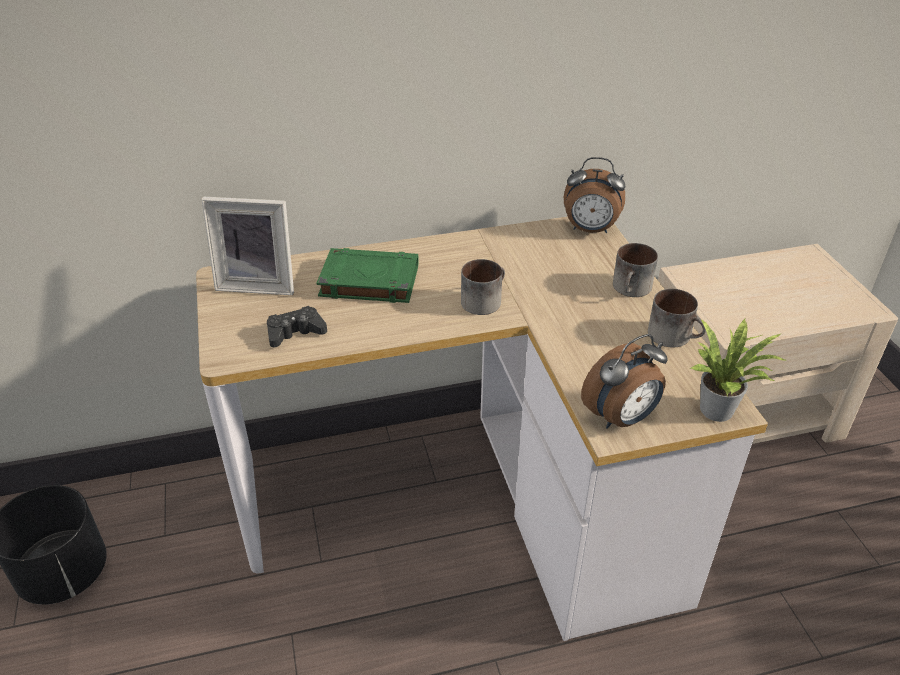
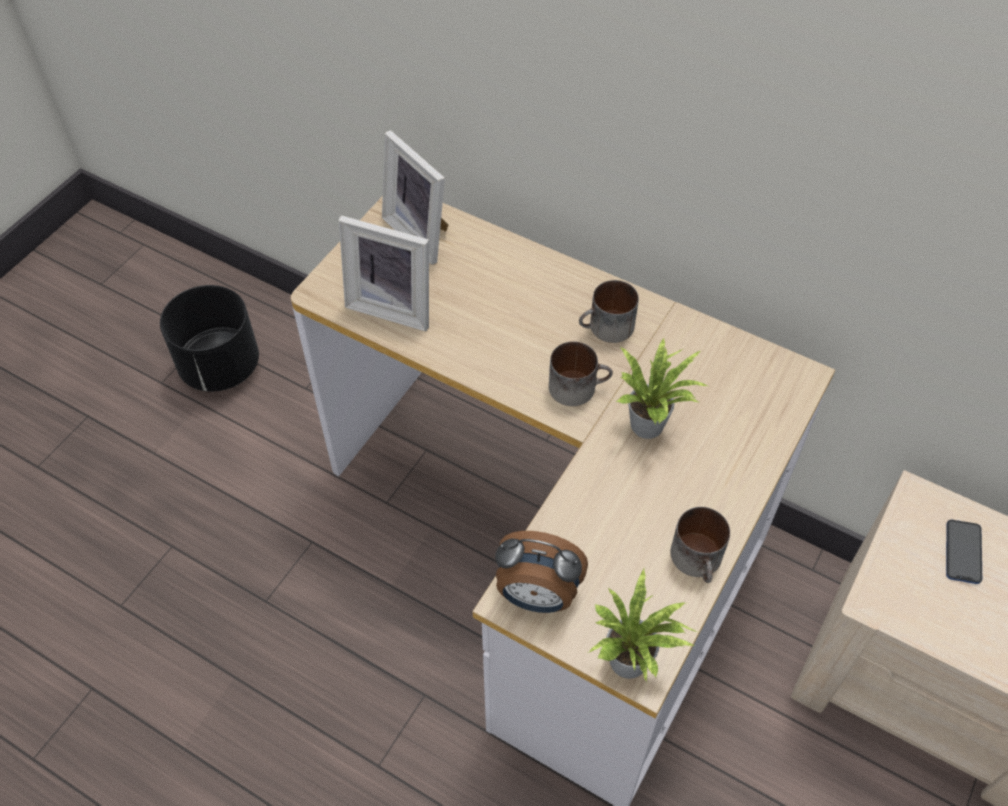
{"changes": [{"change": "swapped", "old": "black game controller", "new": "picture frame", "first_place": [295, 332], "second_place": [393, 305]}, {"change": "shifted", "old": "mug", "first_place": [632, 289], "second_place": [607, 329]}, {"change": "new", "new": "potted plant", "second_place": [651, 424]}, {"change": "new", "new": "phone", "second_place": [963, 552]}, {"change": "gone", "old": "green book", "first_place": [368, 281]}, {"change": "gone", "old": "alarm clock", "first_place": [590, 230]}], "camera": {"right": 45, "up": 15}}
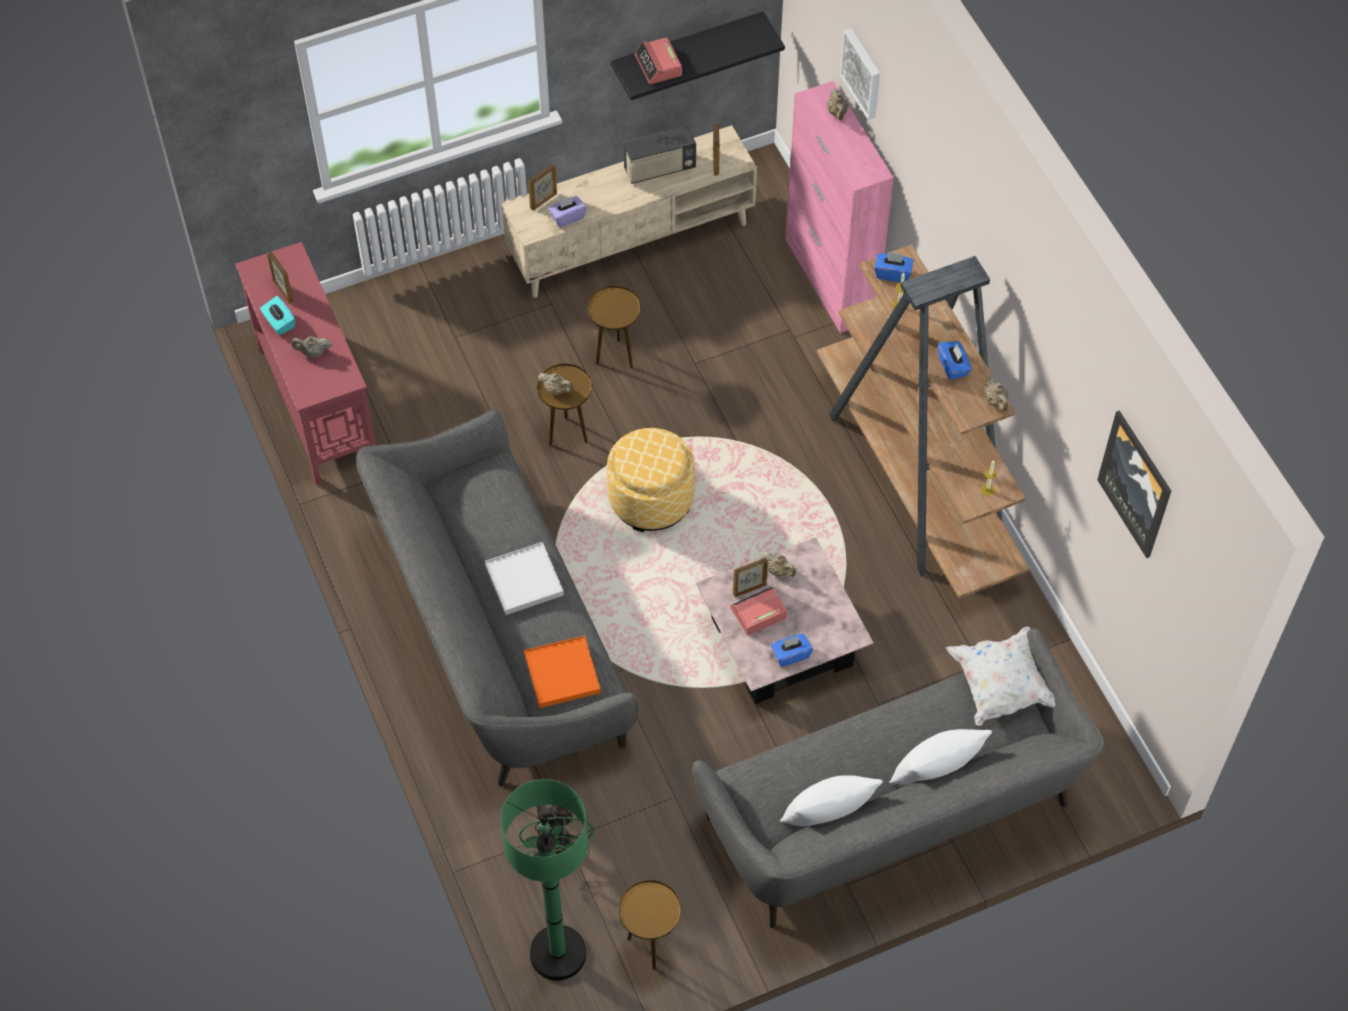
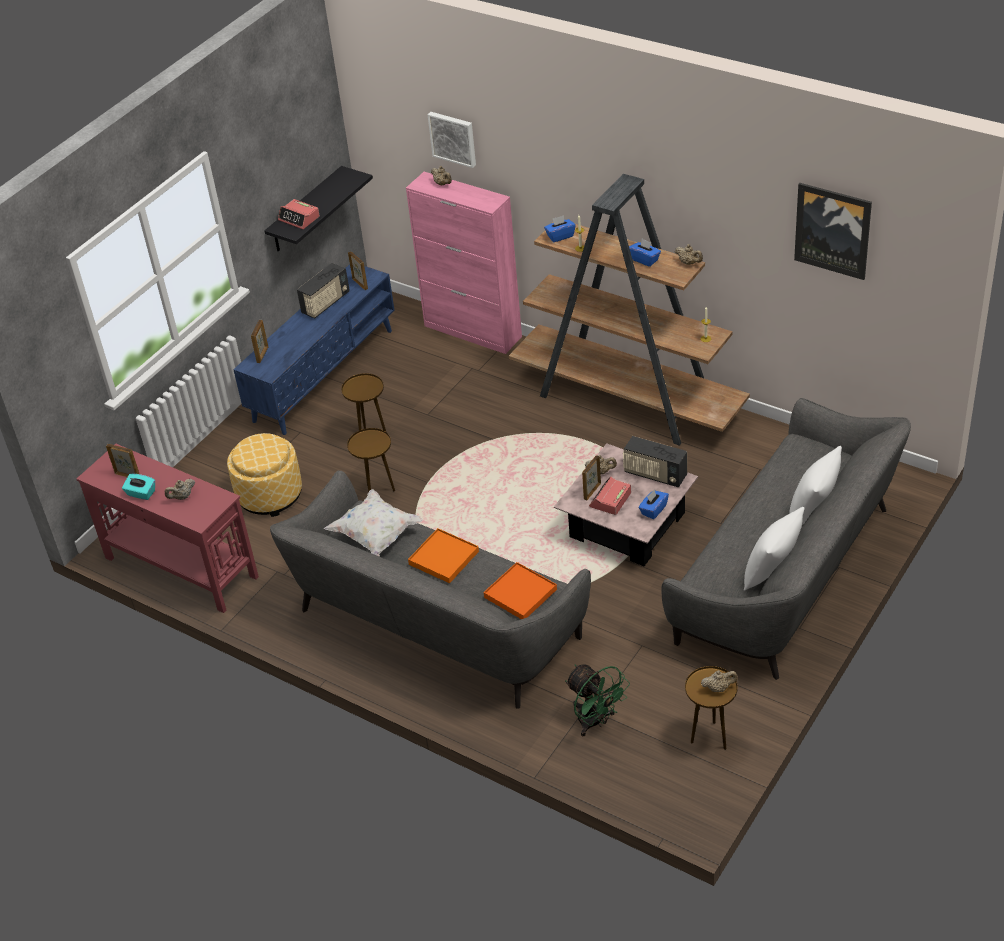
{"changes": [{"change": "shifted", "old": "ottoman", "first_place": [651, 499], "second_place": [270, 495]}, {"change": "repainted", "old": "beige tv stand", "new": "blue tv stand", "first_place": [631, 241], "second_place": [324, 374]}, {"change": "shifted", "old": "white pillow", "first_place": [1000, 685], "second_place": [376, 535]}, {"change": "repainted", "old": "white tray", "new": "orange tray", "first_place": [524, 580], "second_place": [444, 558]}, {"change": "new", "new": "radio", "second_place": [655, 475]}, {"change": "shifted", "old": "beige teapot", "first_place": [556, 390], "second_place": [718, 688]}, {"change": "gone", "old": "green floor lamp", "first_place": [558, 953]}, {"change": "gone", "old": "purple tissue box", "first_place": [567, 217]}], "camera": {"right": -30, "up": -15}}
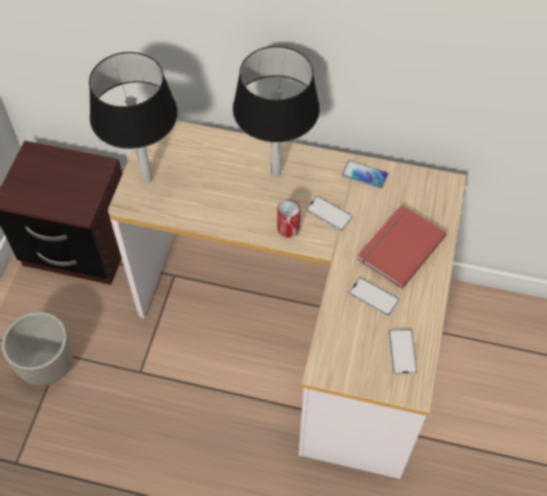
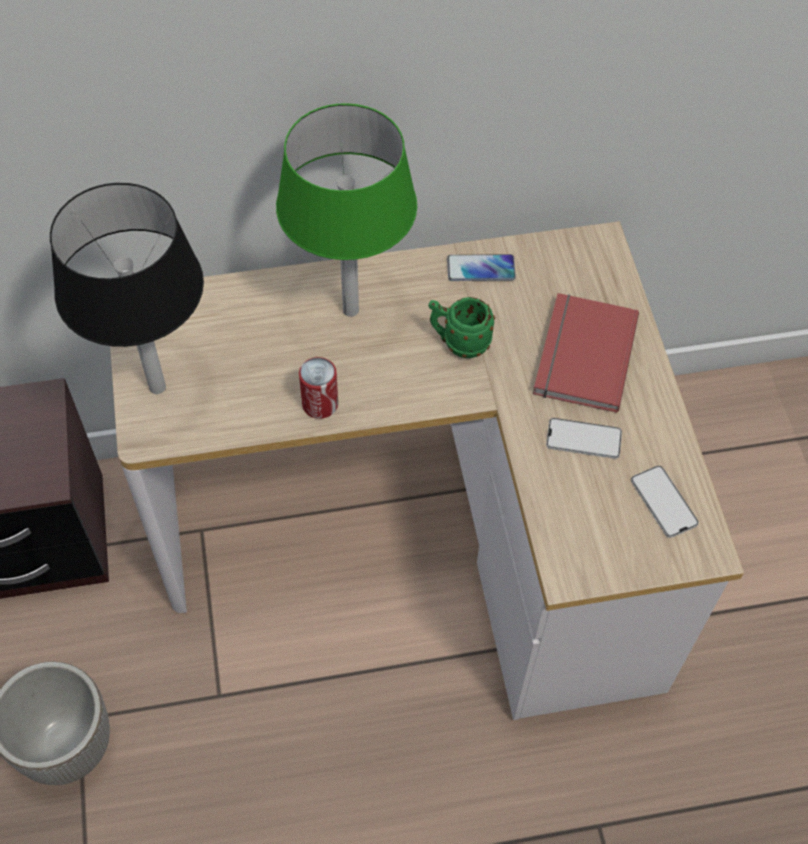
{"changes": [{"change": "repainted", "old": "black table lamp", "new": "green table lamp", "first_place": [276, 173], "second_place": [351, 310]}, {"change": "shifted", "old": "can", "first_place": [288, 228], "second_place": [320, 404]}, {"change": "swapped", "old": "phone", "new": "green mug", "first_place": [329, 213], "second_place": [459, 342]}], "camera": {"right": -25, "up": 0}}
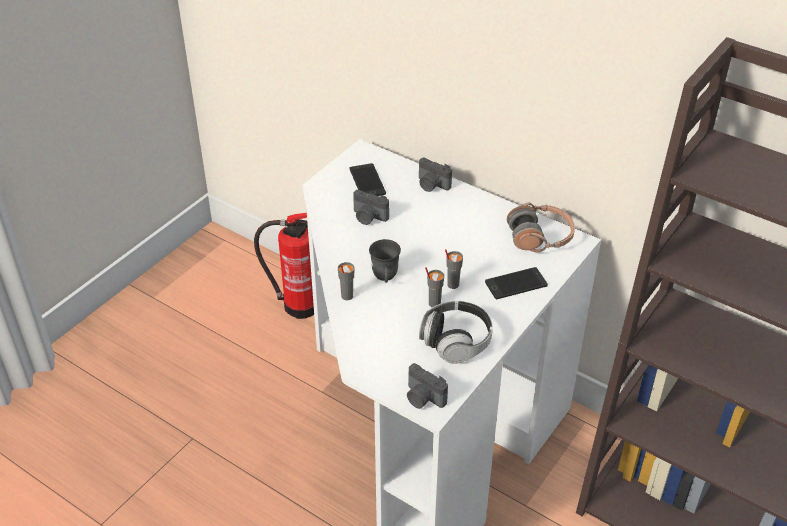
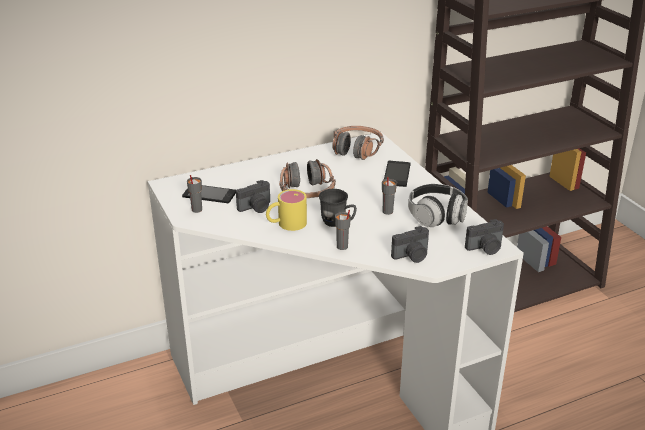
{"changes": [{"change": "shifted", "old": "grey cup", "first_place": [452, 284], "second_place": [196, 210]}, {"change": "new", "new": "yellow mug", "second_place": [286, 224]}, {"change": "new", "new": "headphones", "second_place": [306, 192]}, {"change": "shifted", "old": "photo camera", "first_place": [431, 185], "second_place": [412, 256]}, {"change": "gone", "old": "fire extinguisher", "first_place": [297, 305]}], "camera": {"right": -60, "up": -10}}
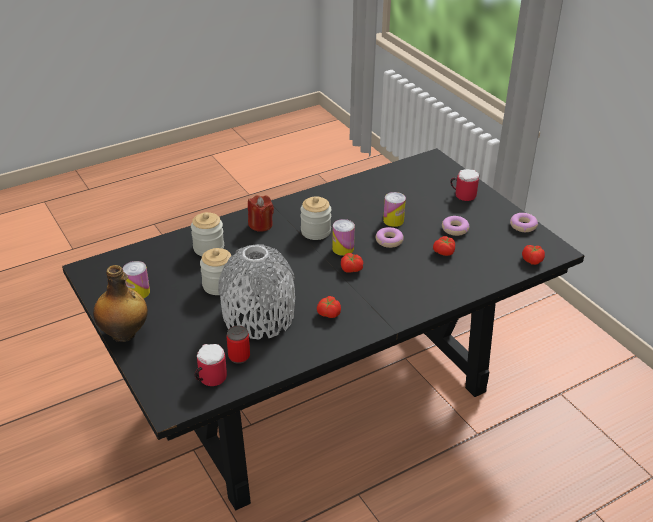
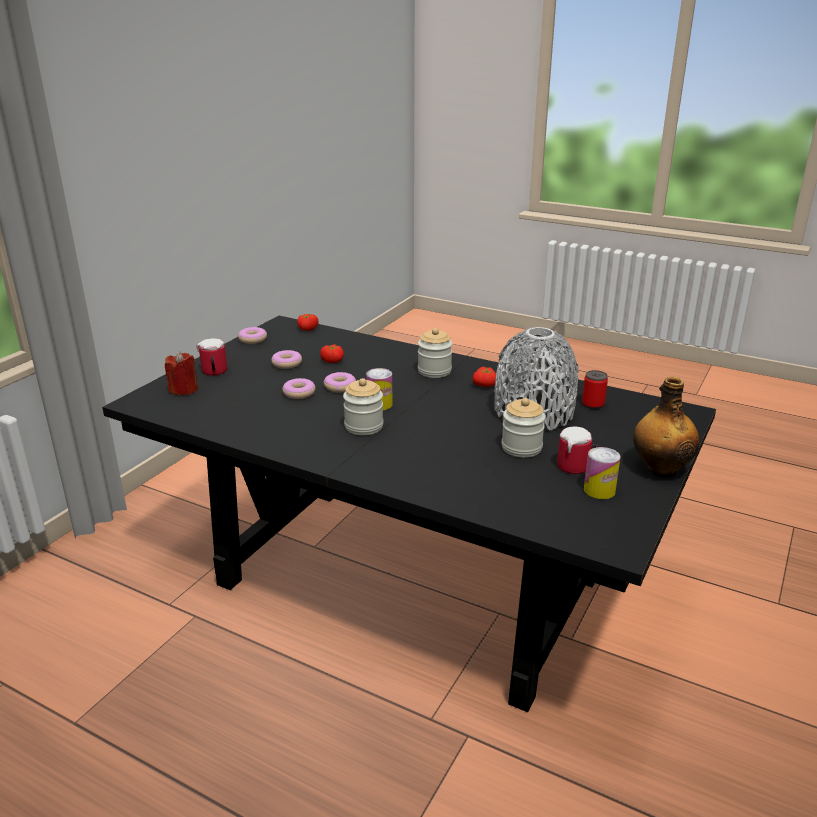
{"changes": [{"change": "shifted", "old": "red candle", "first_place": [260, 225], "second_place": [184, 389]}, {"change": "swapped", "old": "can", "new": "donut", "first_place": [393, 220], "second_place": [299, 393]}, {"change": "shifted", "old": "jar", "first_place": [208, 248], "second_place": [434, 371]}, {"change": "shifted", "old": "mug", "first_place": [209, 378], "second_place": [577, 468]}, {"change": "gone", "old": "tomato", "first_place": [351, 269]}], "camera": {"right": -120, "up": -10}}
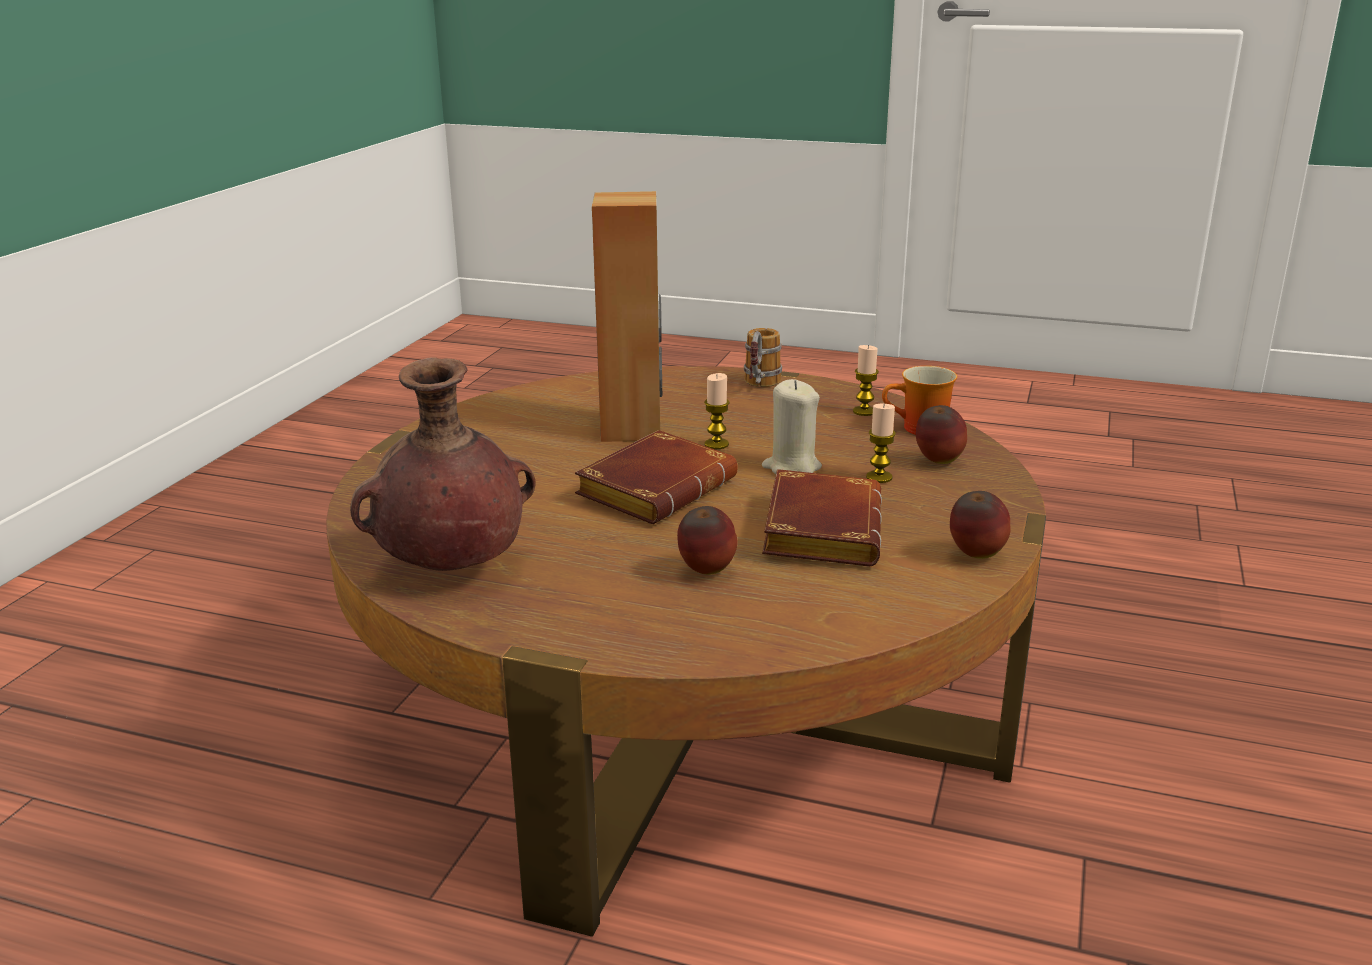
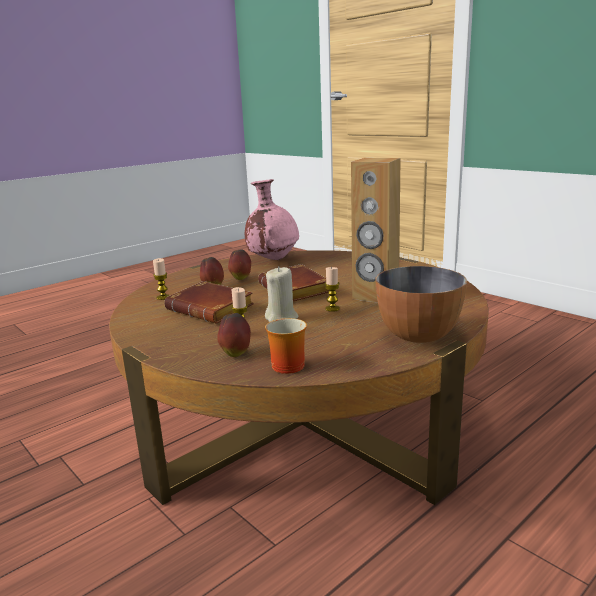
{"changes": [{"change": "shifted", "old": "candle", "first_place": [864, 411], "second_place": [163, 297]}, {"change": "shifted", "old": "apple", "first_place": [975, 556], "second_place": [241, 278]}, {"change": "repainted", "old": "brown vase", "new": "pink vase", "first_place": [450, 569], "second_place": [273, 260]}, {"change": "swapped", "old": "mug", "new": "bowl", "first_place": [759, 386], "second_place": [418, 336]}], "camera": {"right": 120, "up": -5}}
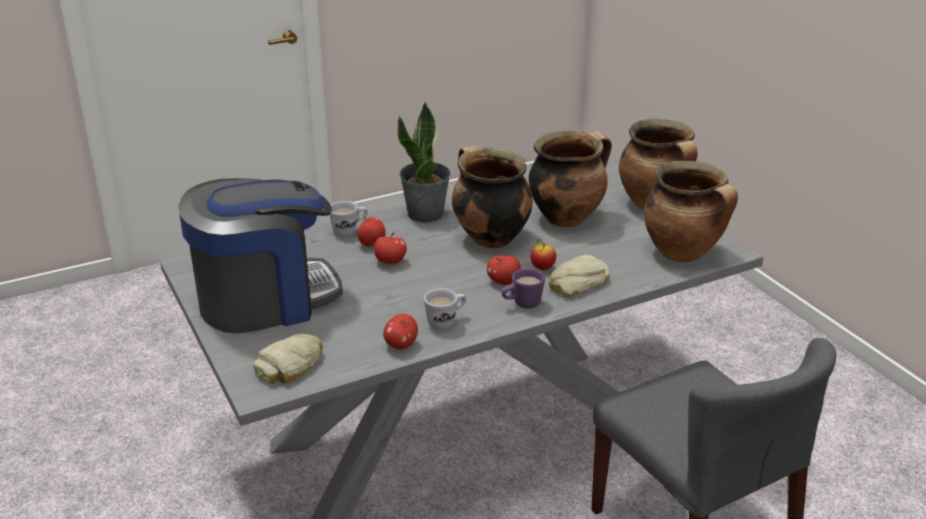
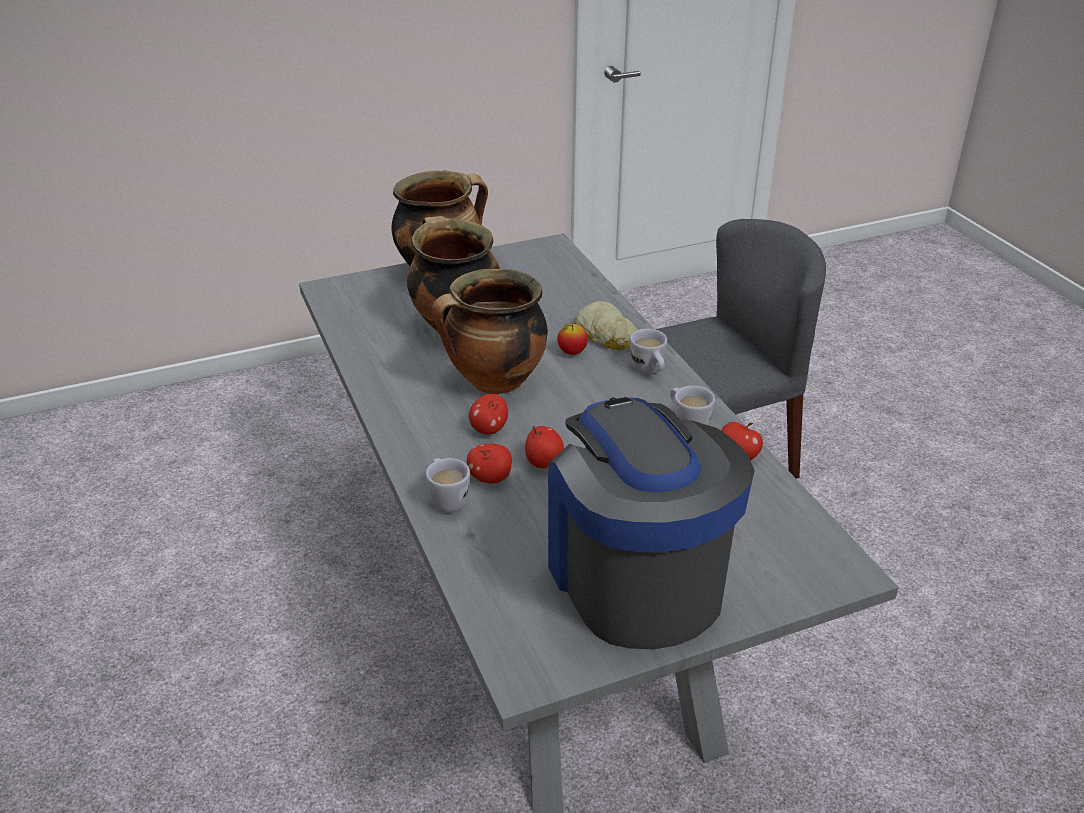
{"changes": [{"change": "shifted", "old": "apple", "first_place": [503, 282], "second_place": [488, 429]}, {"change": "repainted", "old": "purple mug", "new": "white mug", "first_place": [521, 304], "second_place": [649, 371]}, {"change": "gone", "old": "bread", "first_place": [291, 365]}, {"change": "gone", "old": "potted plant", "first_place": [426, 213]}, {"change": "gone", "old": "cooking pot", "first_place": [683, 253]}], "camera": {"right": -85, "up": 5}}
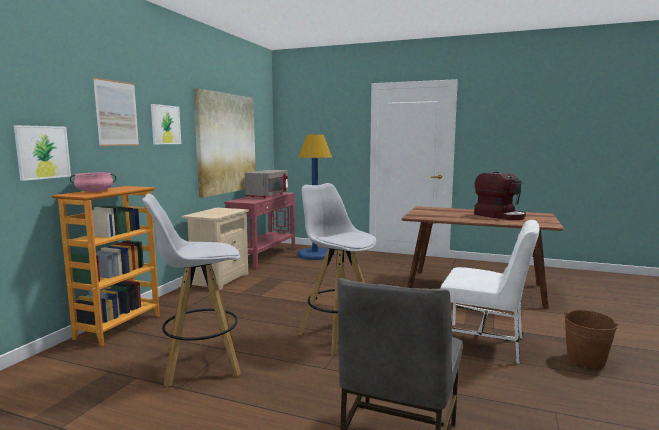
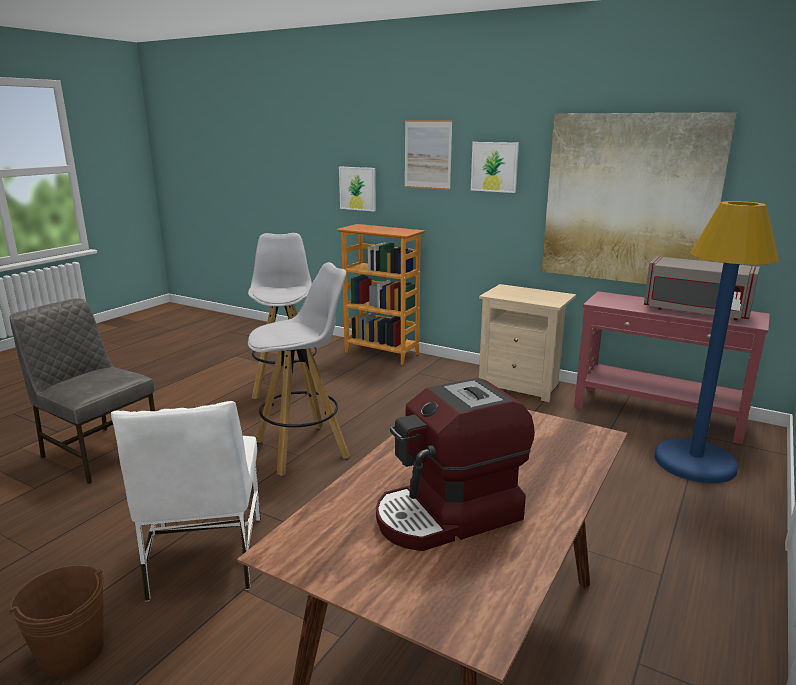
{"changes": [{"change": "rotated", "old": "white chair", "first_place": [484, 343], "second_place": [204, 558], "degrees": -45}, {"change": "gone", "old": "pink cooking pot", "first_place": [94, 191]}], "camera": {"right": 100, "up": 10}}
